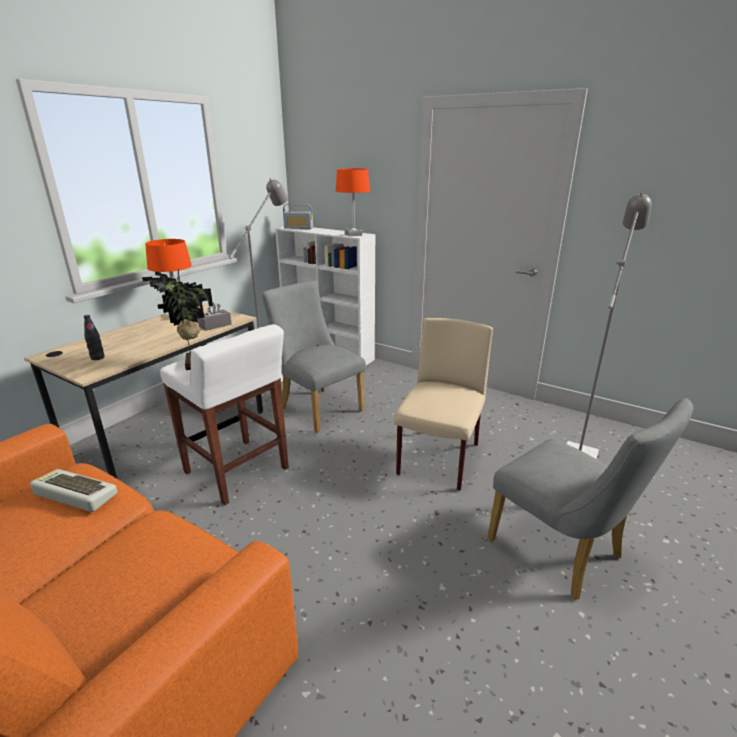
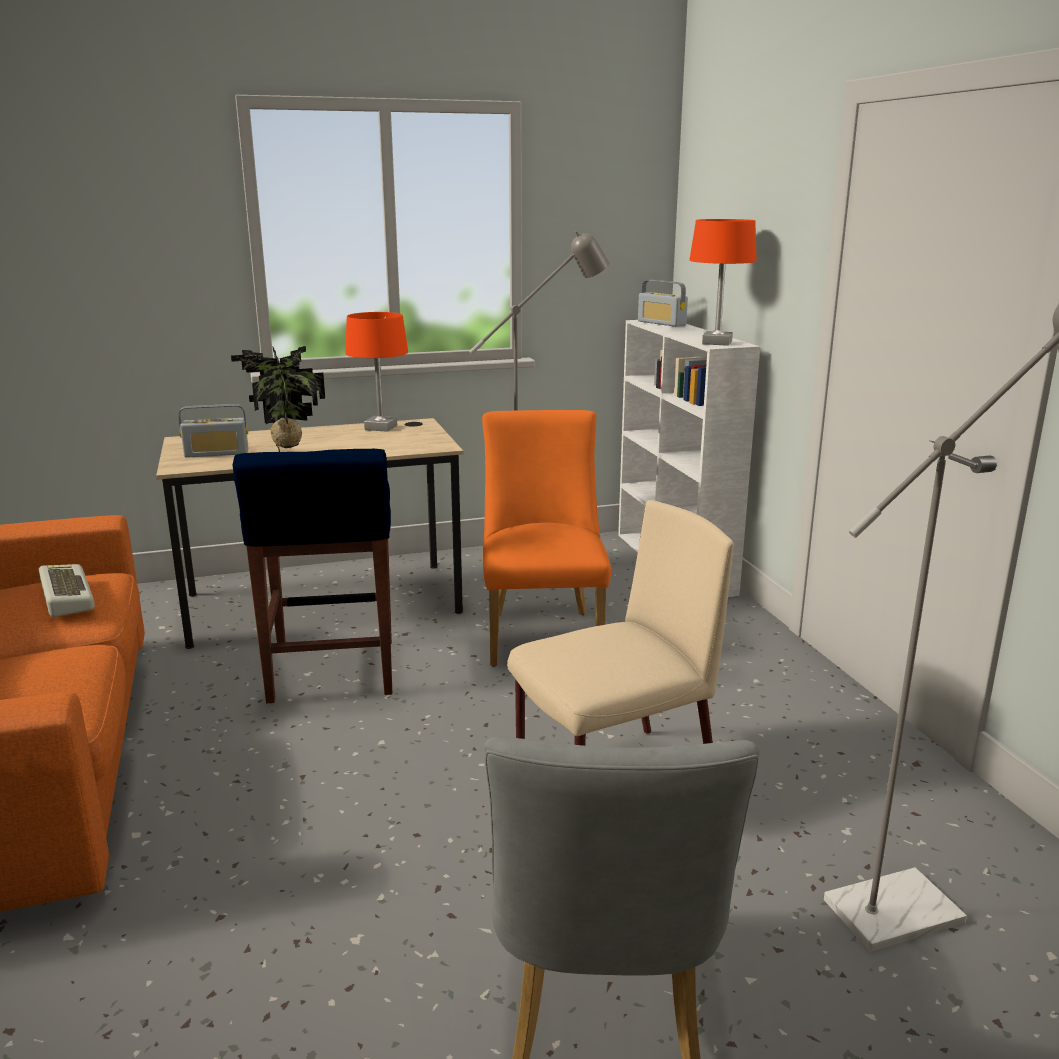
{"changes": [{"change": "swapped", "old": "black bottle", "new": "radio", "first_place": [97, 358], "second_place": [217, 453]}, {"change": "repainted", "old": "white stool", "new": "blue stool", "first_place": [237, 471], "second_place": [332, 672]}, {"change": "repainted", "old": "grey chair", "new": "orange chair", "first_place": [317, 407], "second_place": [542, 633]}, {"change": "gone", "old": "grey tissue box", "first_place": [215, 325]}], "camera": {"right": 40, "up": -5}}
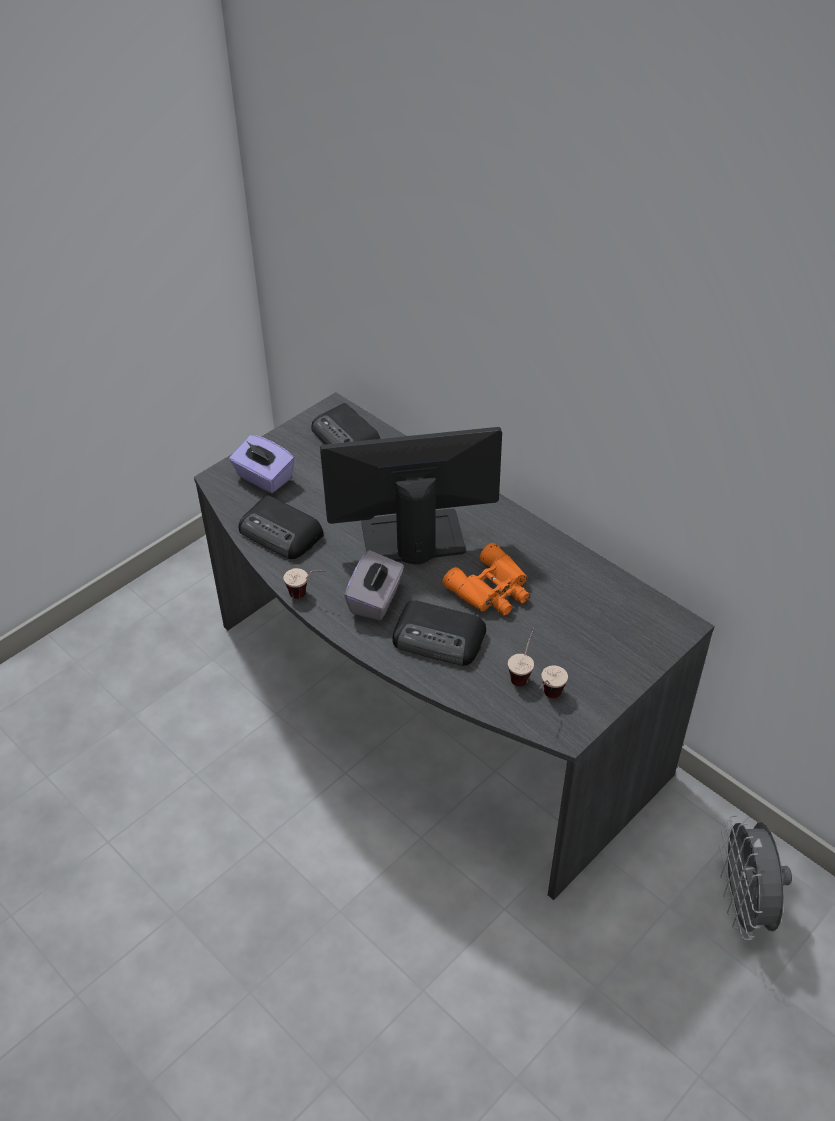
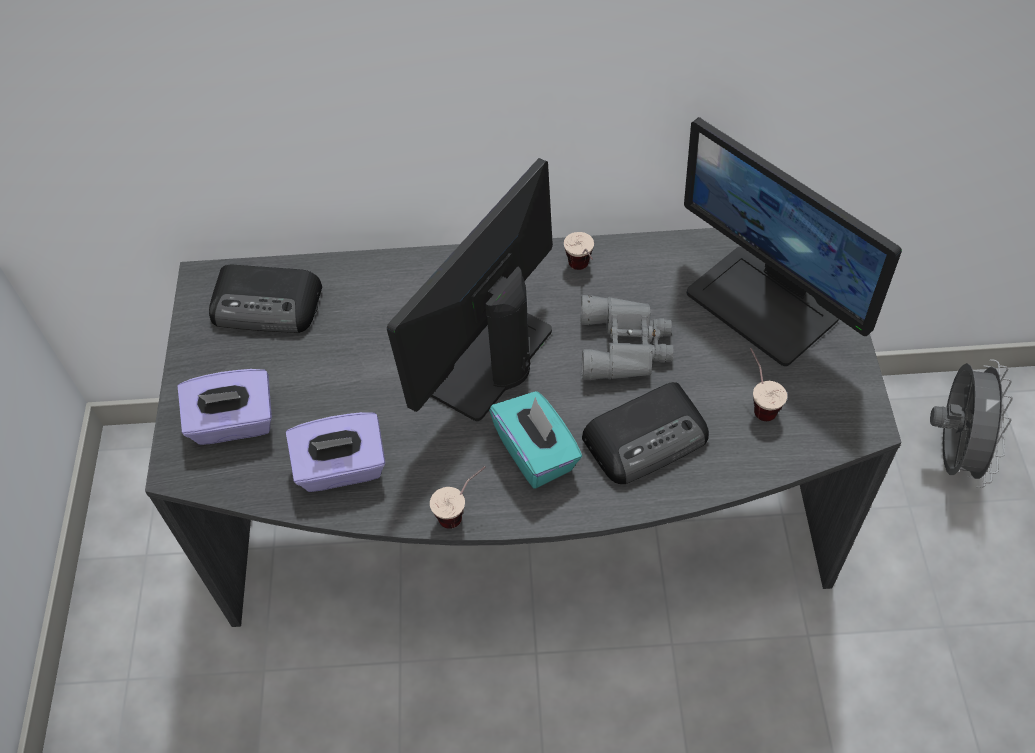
{"changes": [{"change": "swapped", "old": "radio", "new": "purple tissue box", "first_place": [281, 533], "second_place": [342, 469]}, {"change": "repainted", "old": "grey tissue box", "new": "turquoise tissue box", "first_place": [376, 600], "second_place": [536, 453]}, {"change": "shifted", "old": "cup", "first_place": [547, 699], "second_place": [582, 271]}, {"change": "repainted", "old": "orange binoculars", "new": "grey binoculars", "first_place": [492, 590], "second_place": [626, 345]}, {"change": "new", "new": "monitor", "second_place": [764, 304]}, {"change": "rotated", "old": "grey fan", "first_place": [743, 906], "second_place": [952, 453], "degrees": -120}], "camera": {"right": -45, "up": 10}}
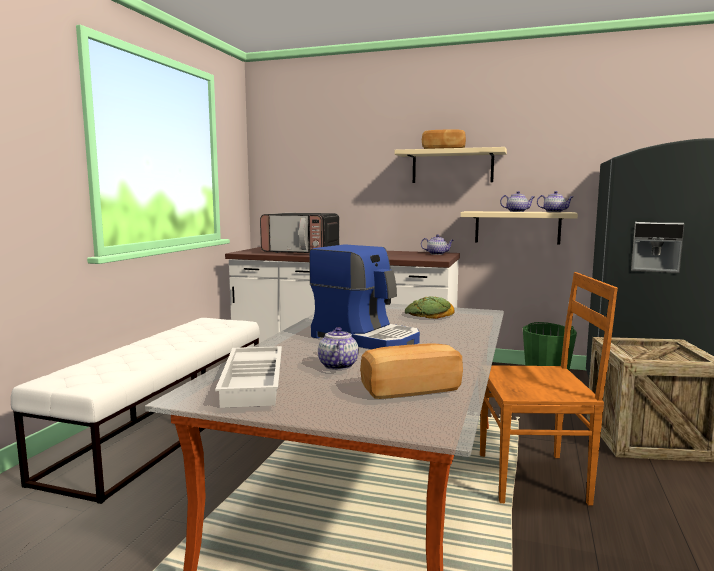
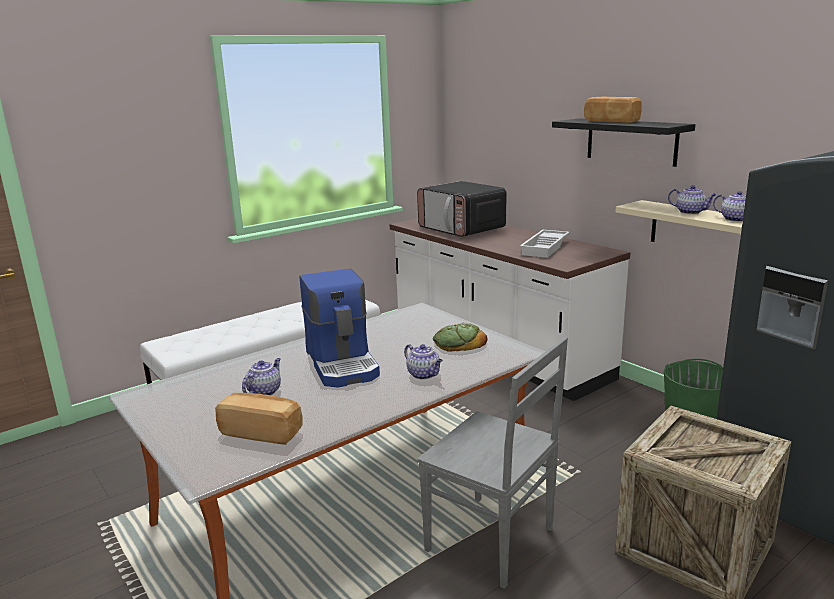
{"changes": [{"change": "shifted", "old": "teapot", "first_place": [437, 254], "second_place": [424, 375]}, {"change": "repainted", "old": "brown chair", "new": "grey chair", "first_place": [535, 478], "second_place": [493, 541]}, {"change": "shifted", "old": "white tray", "first_place": [255, 383], "second_place": [546, 248]}, {"change": "repainted", "old": "beige shelf", "new": "black shelf", "first_place": [452, 166], "second_place": [631, 141]}], "camera": {"right": 35, "up": 10}}
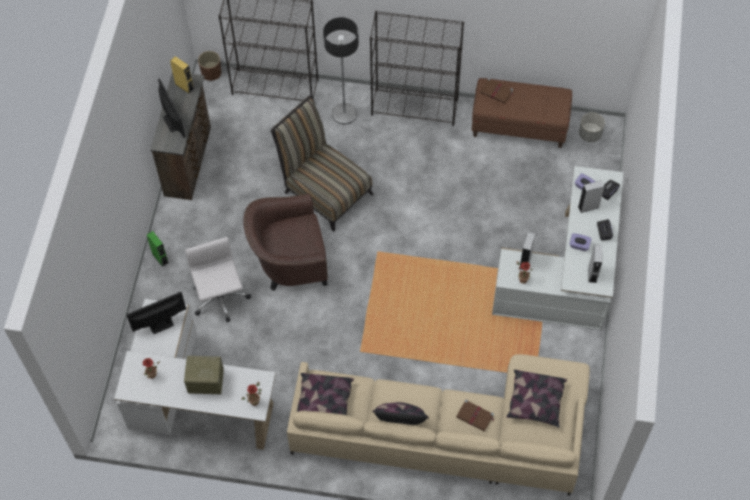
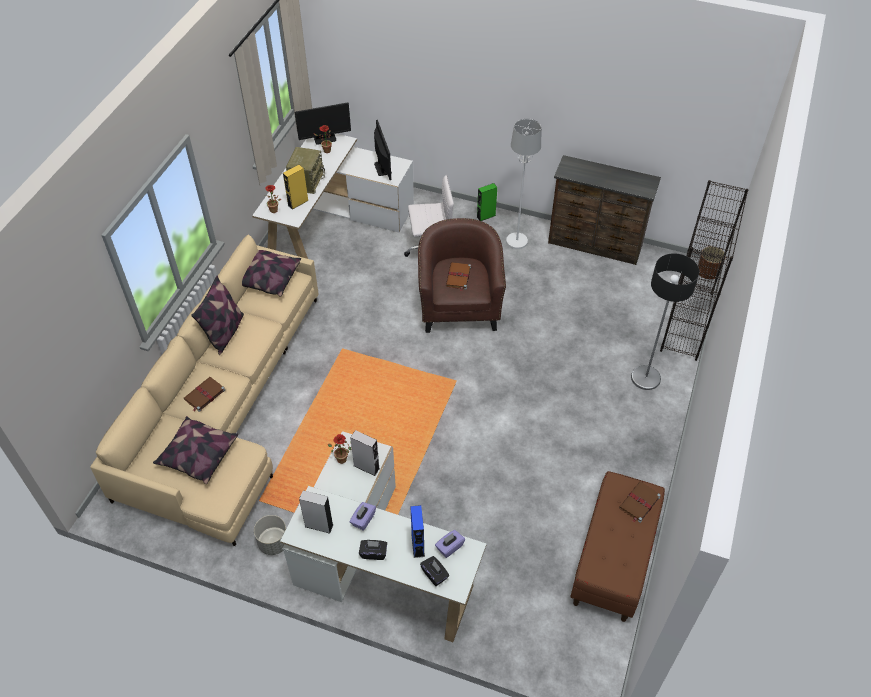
{"changes": [{"change": "shifted", "old": "grey planter", "first_place": [589, 134], "second_place": [273, 543]}, {"change": "shifted", "old": "yellow speaker", "first_place": [184, 86], "second_place": [298, 203]}, {"change": "shifted", "old": "monitor", "first_place": [173, 122], "second_place": [325, 138]}, {"change": "repainted", "old": "grey speaker", "new": "blue speaker", "first_place": [588, 207], "second_place": [417, 545]}, {"change": "new", "new": "brown book", "second_place": [458, 277]}, {"change": "new", "new": "white floor lamp", "second_place": [517, 241]}, {"change": "gone", "old": "chair", "first_place": [324, 189]}, {"change": "gone", "old": "black bookcase", "first_place": [415, 107]}], "camera": {"right": 100, "up": -10}}
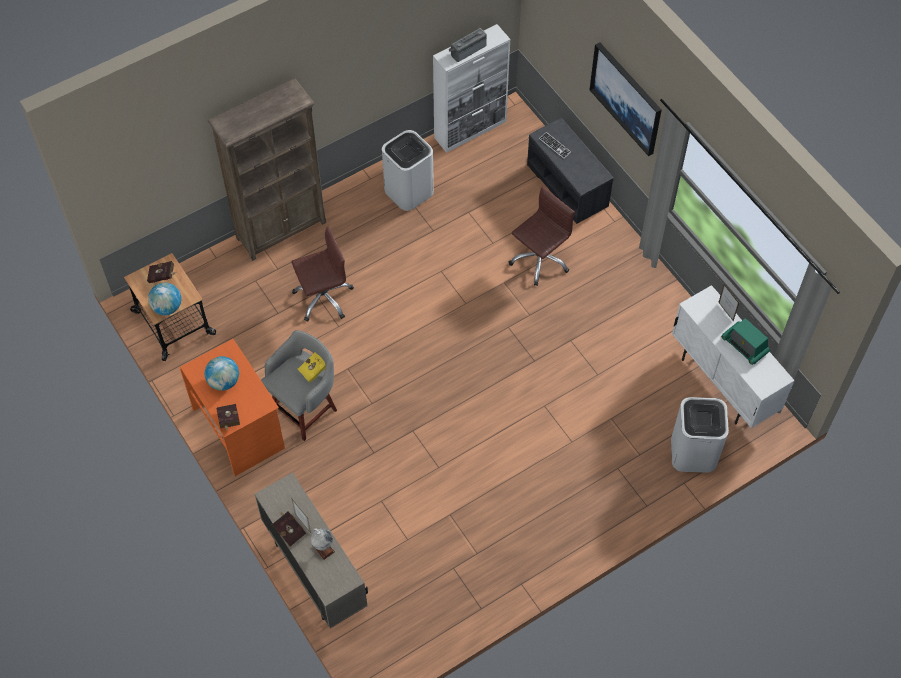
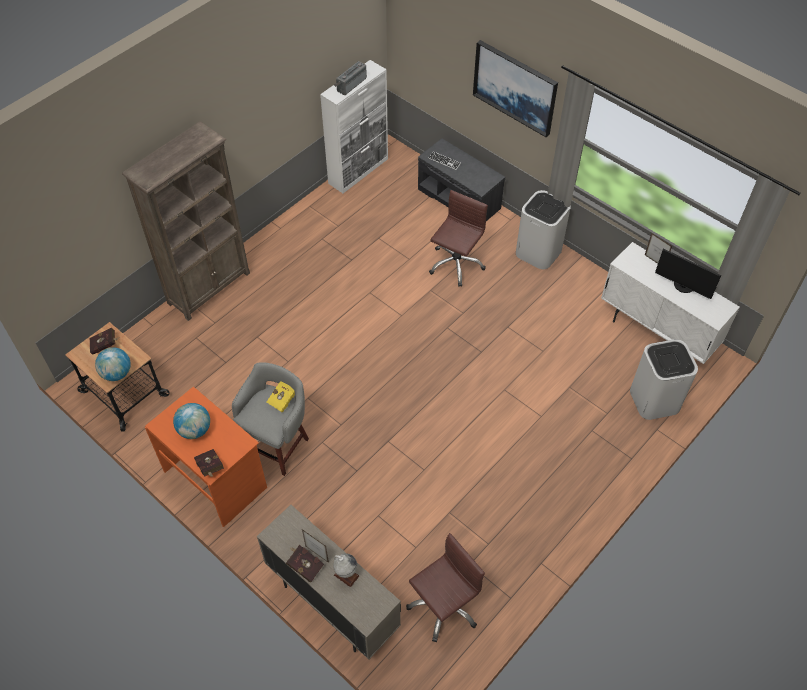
{"changes": [{"change": "shifted", "old": "brown office chair", "first_place": [323, 297], "second_place": [443, 606]}, {"change": "shifted", "old": "white trash can", "first_place": [409, 191], "second_place": [539, 252]}, {"change": "swapped", "old": "radio", "new": "monitor", "first_place": [744, 345], "second_place": [683, 286]}], "camera": {"right": -15, "up": -5}}
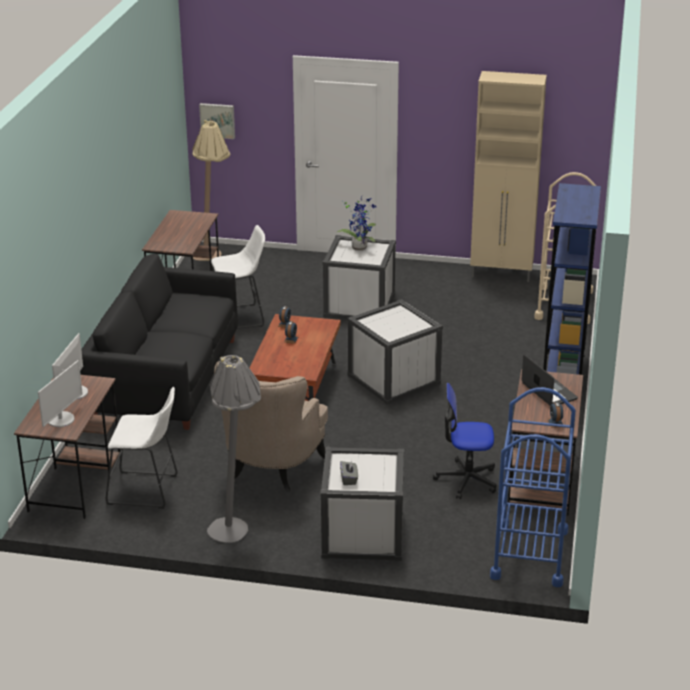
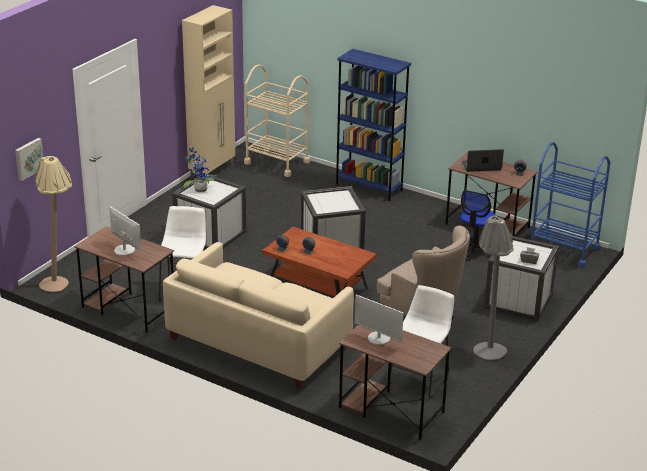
{"changes": [{"change": "shifted", "old": "monitor", "first_place": [61, 419], "second_place": [124, 250]}, {"change": "repainted", "old": "black sofa", "new": "beige sofa", "first_place": [165, 378], "second_place": [258, 341]}], "camera": {"right": -70, "up": 0}}
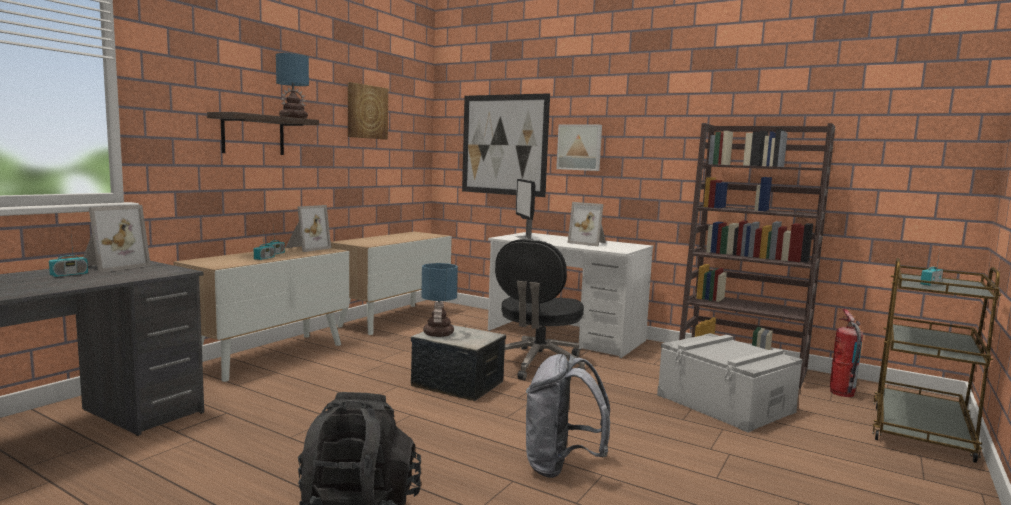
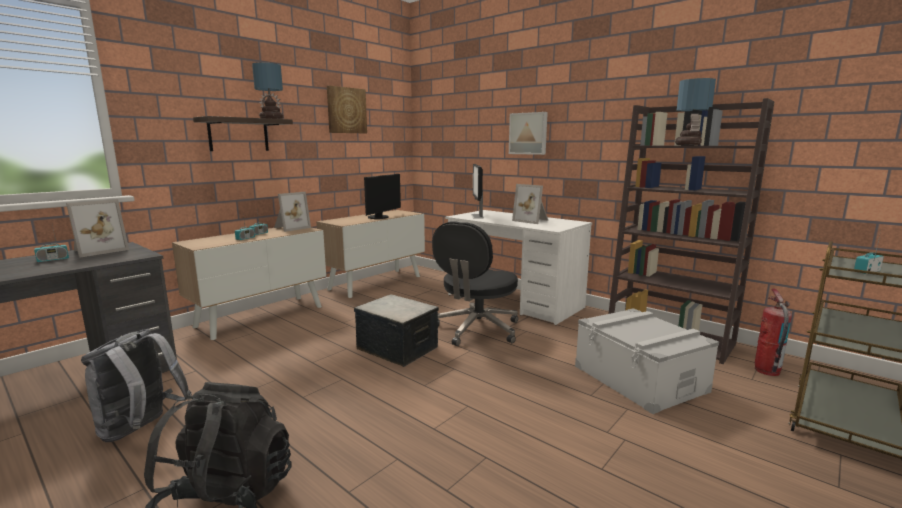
{"changes": [{"change": "shifted", "old": "grey backpack", "first_place": [561, 466], "second_place": [141, 430]}, {"change": "new", "new": "monitor", "second_place": [380, 217]}, {"change": "shifted", "old": "table lamp", "first_place": [439, 334], "second_place": [690, 145]}, {"change": "gone", "old": "picture", "first_place": [504, 145]}], "camera": {"right": 10, "up": 5}}
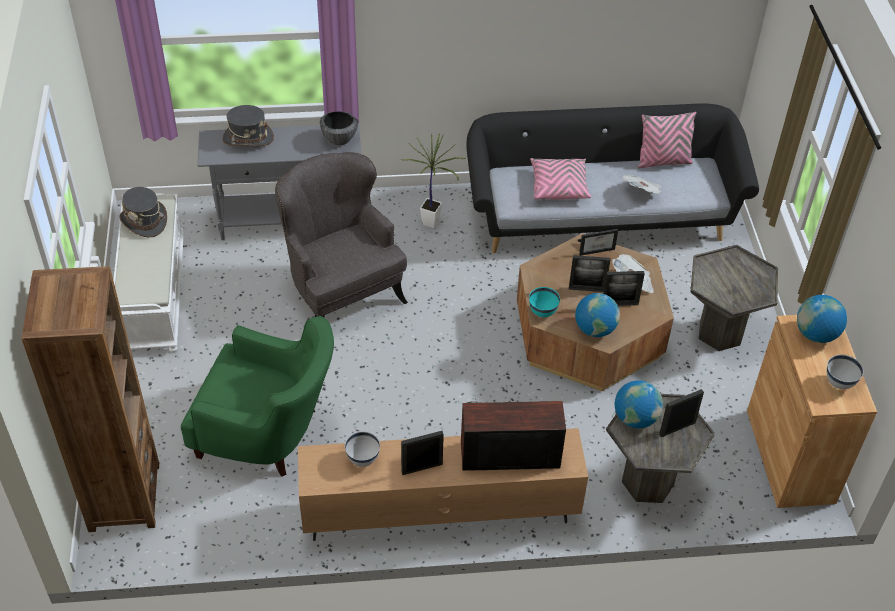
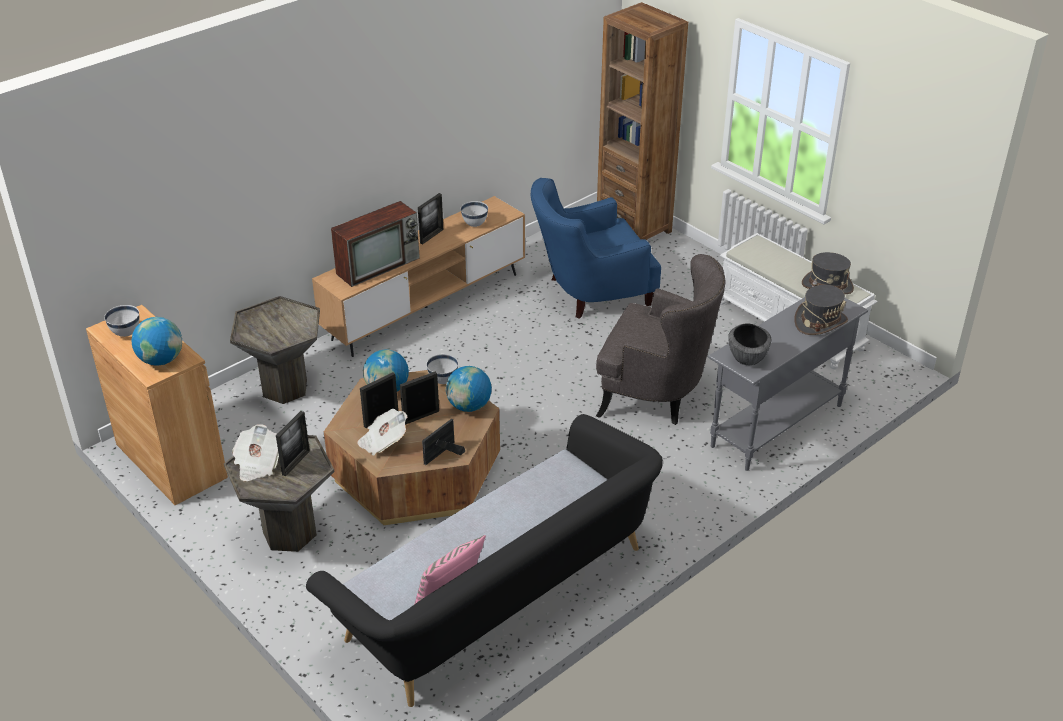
{"changes": [{"change": "shifted", "old": "newspaper", "first_place": [642, 192], "second_place": [257, 464]}, {"change": "shifted", "old": "picture frame", "first_place": [677, 428], "second_place": [296, 463]}, {"change": "repainted", "old": "turquoise bowl", "new": "white bowl", "first_place": [542, 313], "second_place": [443, 380]}, {"change": "shifted", "old": "globe", "first_place": [635, 418], "second_place": [469, 406]}, {"change": "repainted", "old": "green armchair", "new": "blue armchair", "first_place": [267, 434], "second_place": [591, 292]}, {"change": "gone", "old": "potted plant", "first_place": [432, 225]}, {"change": "gone", "old": "pink pillow", "first_place": [558, 186]}], "camera": {"right": 145, "up": -10}}
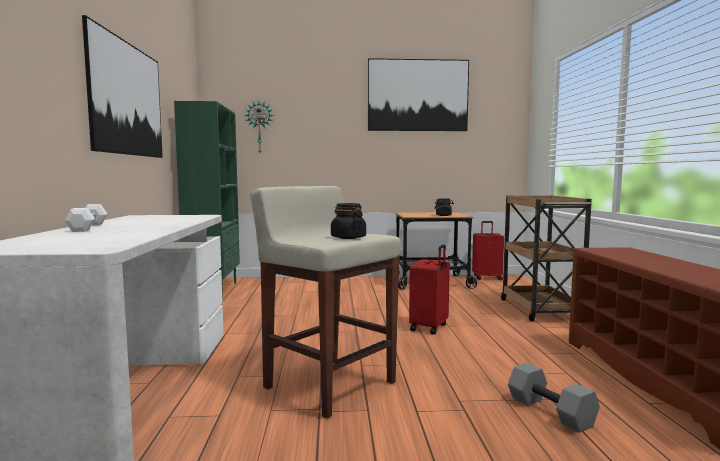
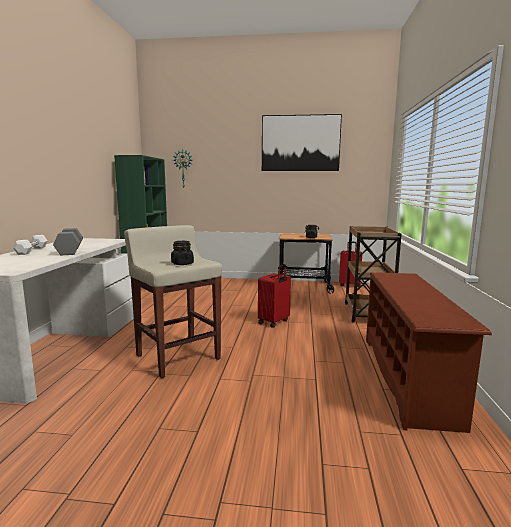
{"changes": [{"change": "shifted", "old": "grey dumbbell", "first_place": [552, 412], "second_place": [70, 251]}, {"change": "gone", "old": "picture", "first_place": [128, 99]}], "camera": {"right": 10, "up": 5}}
